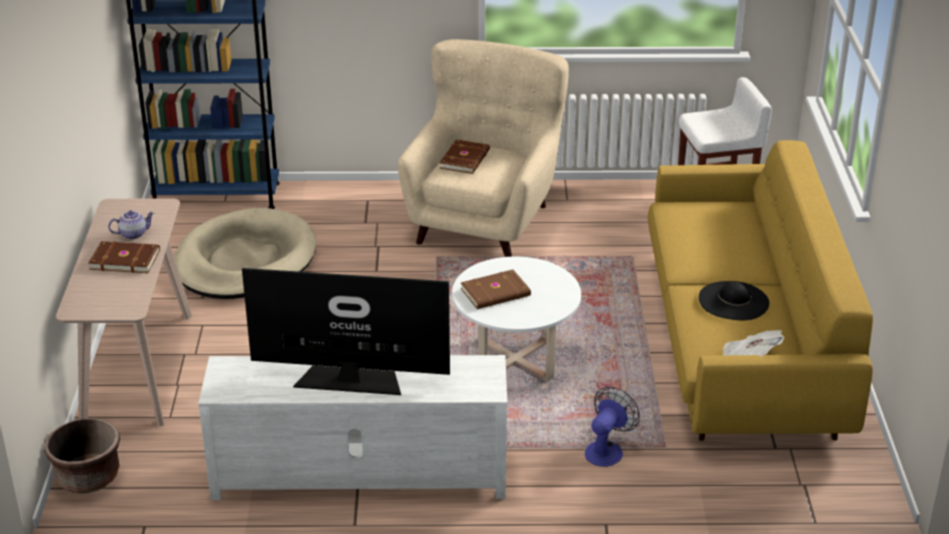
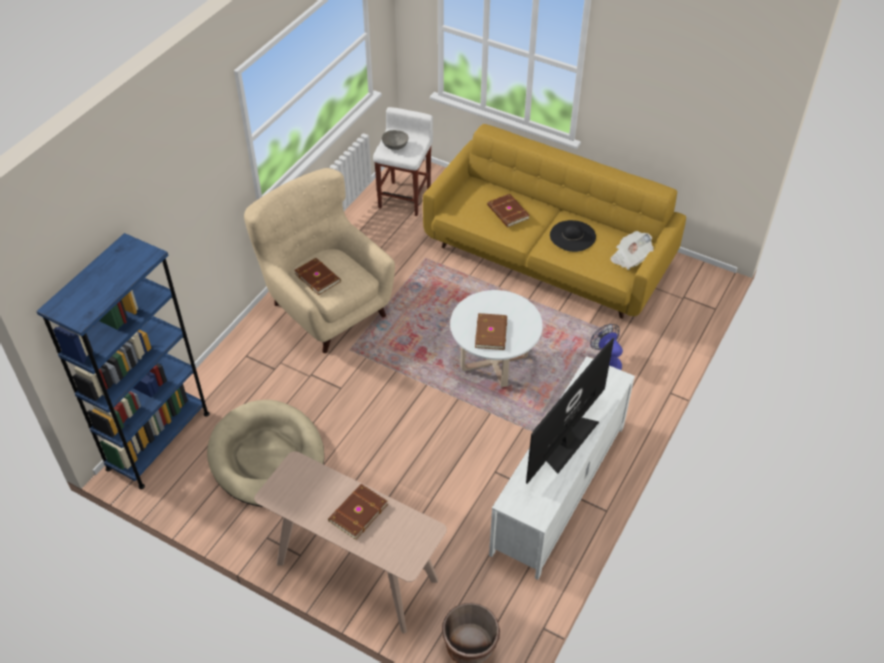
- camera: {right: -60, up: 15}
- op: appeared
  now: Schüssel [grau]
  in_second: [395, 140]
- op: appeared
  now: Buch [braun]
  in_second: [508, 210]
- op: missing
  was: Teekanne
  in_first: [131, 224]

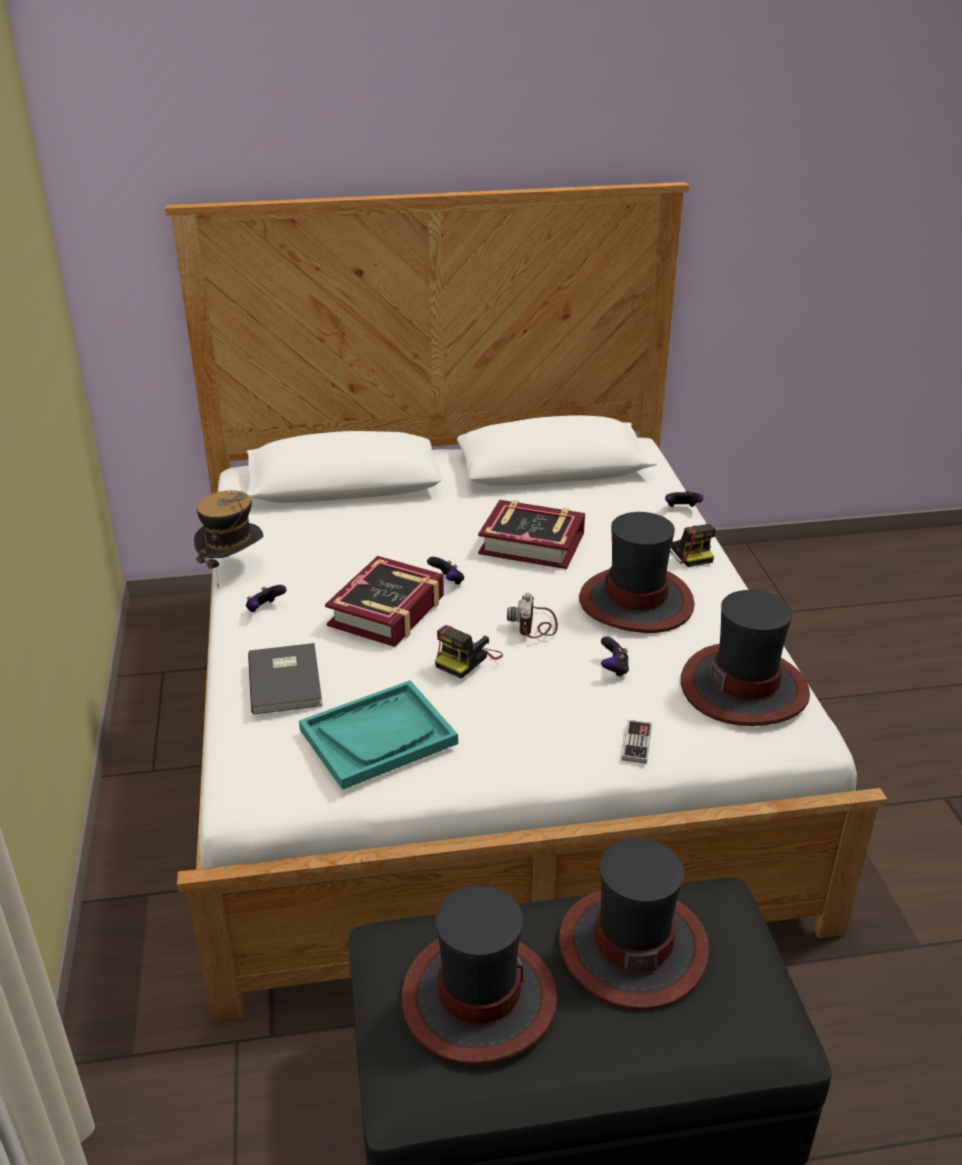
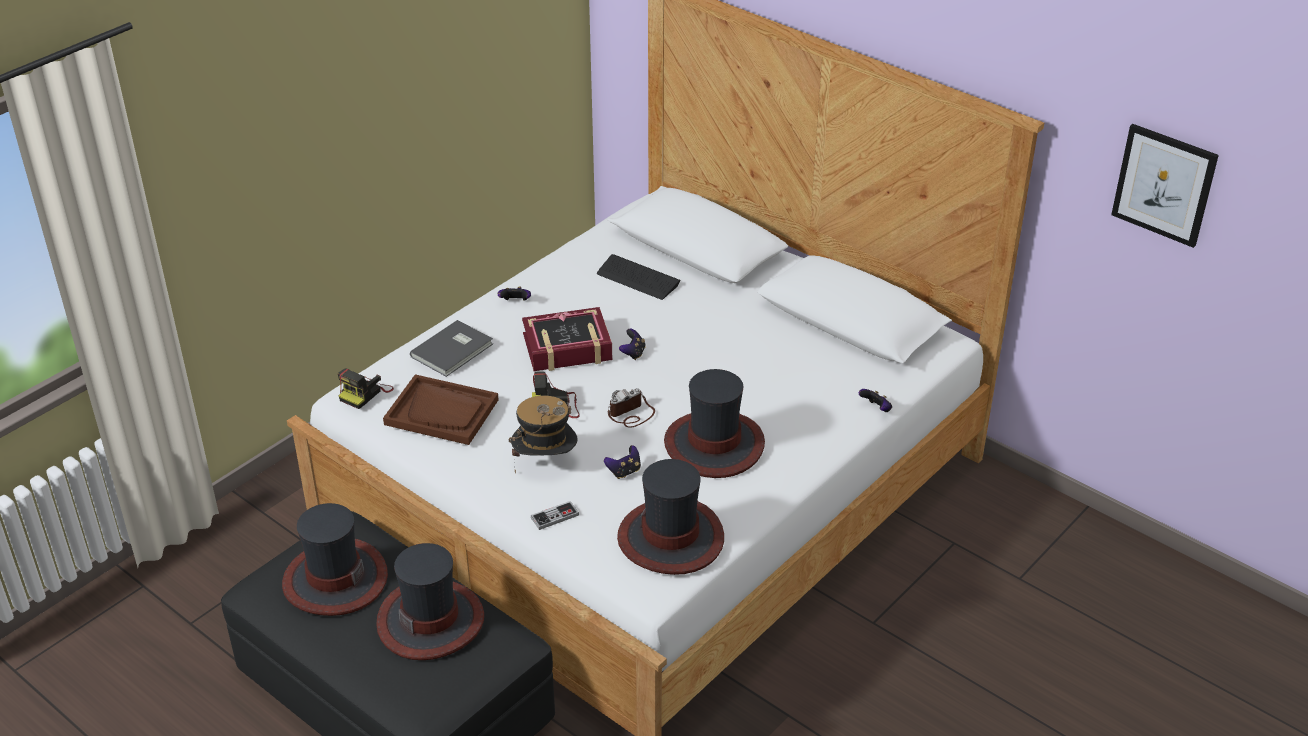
- camera: {right: 50, up: 5}
- op: relocated
  was: Kamera
  in_first: [693, 545]
  in_second: [366, 388]
- op: colour
  was: Tablett [türkis]
  now: Tablett [braun]
  in_first: [378, 735]
  in_second: [441, 409]
- op: relocated
  was: Hut
  in_first: [229, 539]
  in_second: [543, 434]
- op: appeared
  now: Tastatur
  in_second: [638, 277]
- op: appeared
  now: Bild
  in_second: [1165, 186]
- op: missing
  was: Buch
  in_first: [531, 534]

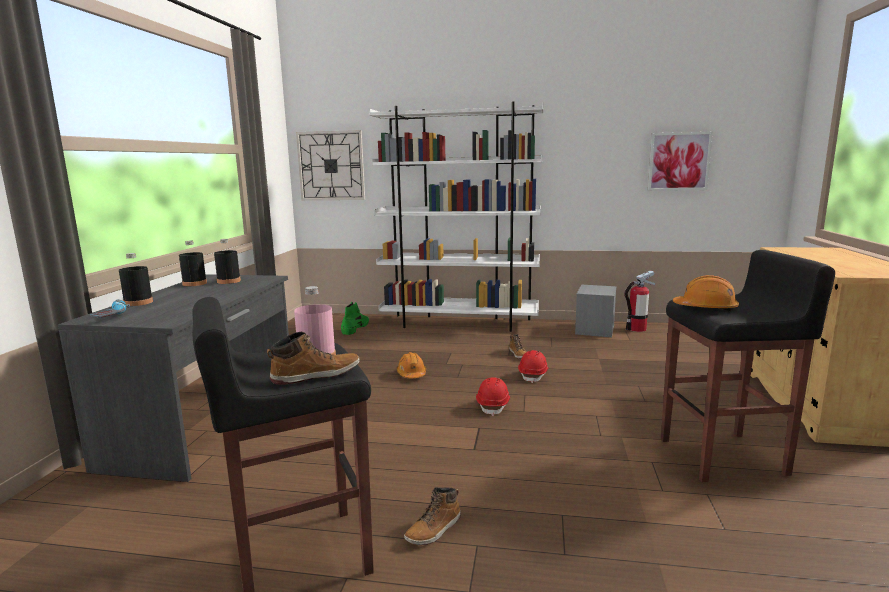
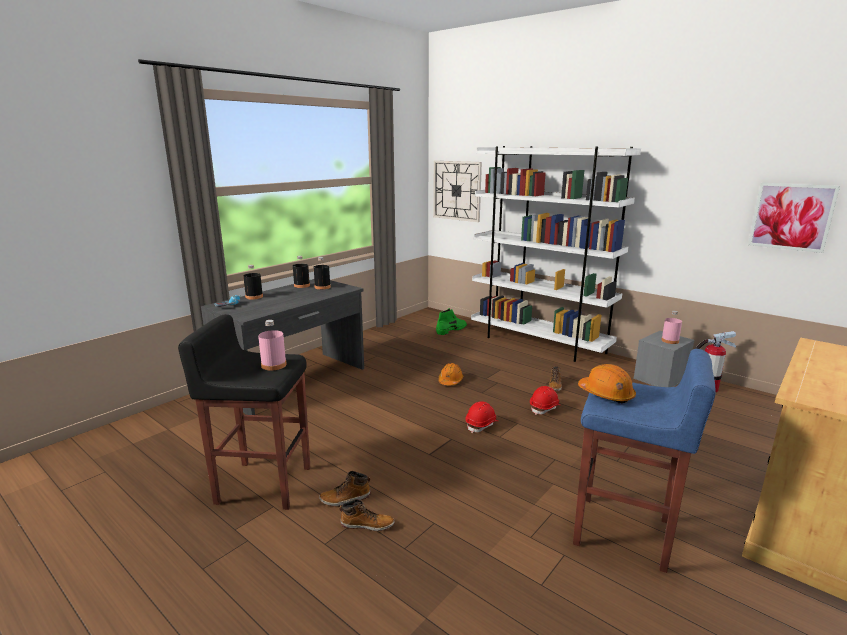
- camera: {right: 30, up: 5}
- op: relocated
  was: Stiefel
  in_first: [313, 358]
  in_second: [367, 515]
- op: colour
  was: Hocker [schwarz]
  now: Hocker [blau]
  in_first: [748, 366]
  in_second: [644, 461]
- op: appeared
  now: Flasche [rosa]
  in_second: [671, 327]

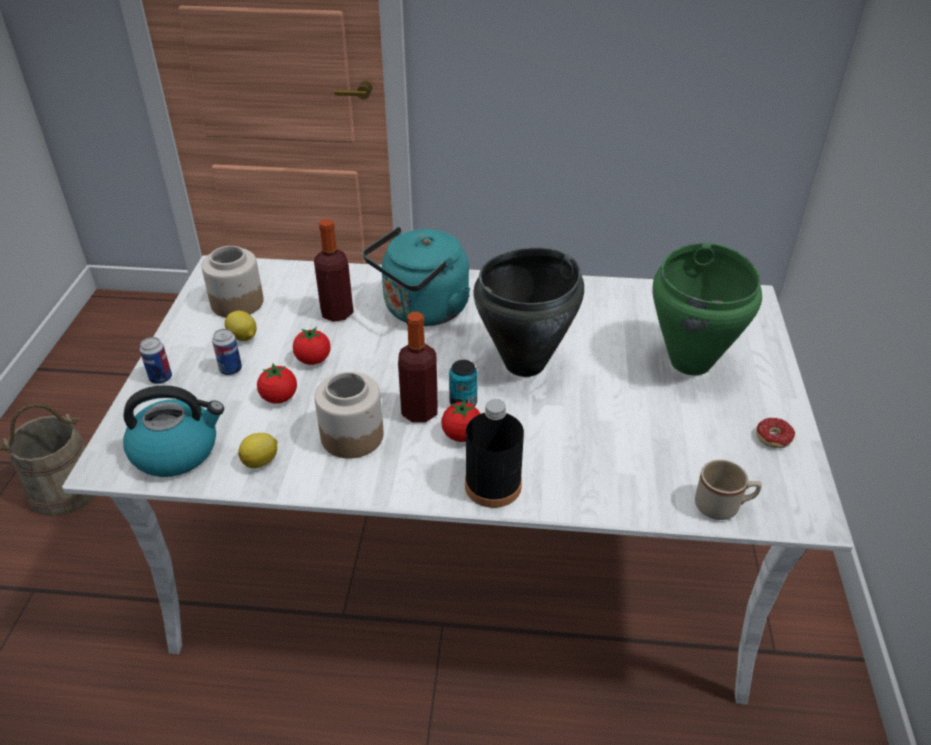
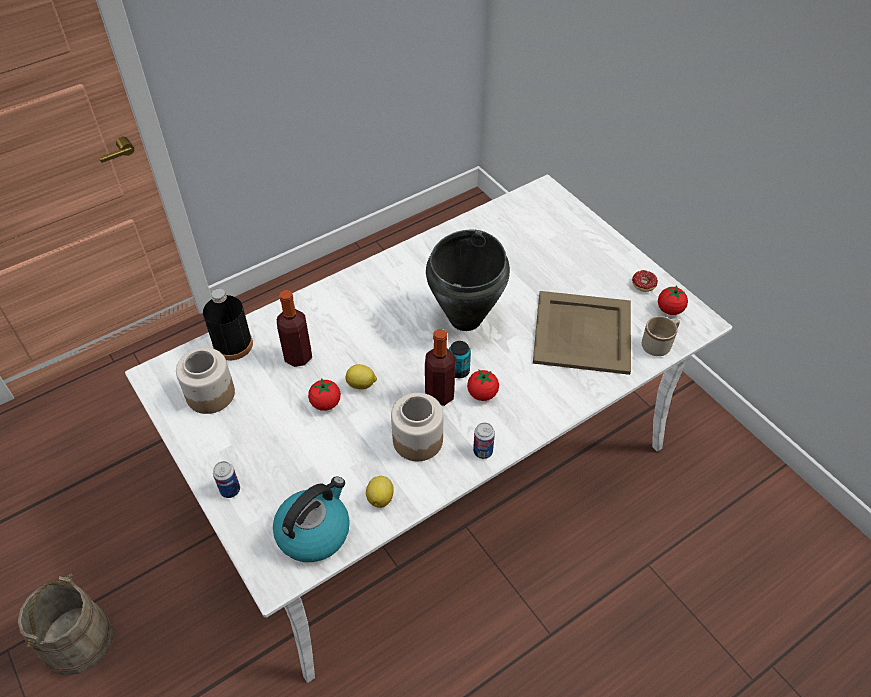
- camera: {right: -40, up: 10}
- op: relocated
  was: Flasche [schwarz]
  in_first: [494, 453]
  in_second: [228, 324]
- op: relocated
  was: Zitrone
  in_first: [241, 326]
  in_second: [361, 376]
- op: relocated
  was: Dose
  in_first: [227, 352]
  in_second: [484, 440]
- op: appeared
  now: Tablett [beige]
  in_second: [582, 333]
- op: relocated
  was: Tomate
  in_first: [277, 383]
  in_second: [673, 300]
- op: missing
  was: Wasserkessel [türkis]
  in_first: [416, 276]
- op: missing
  was: Kochtopf [grün]
  in_first: [707, 309]

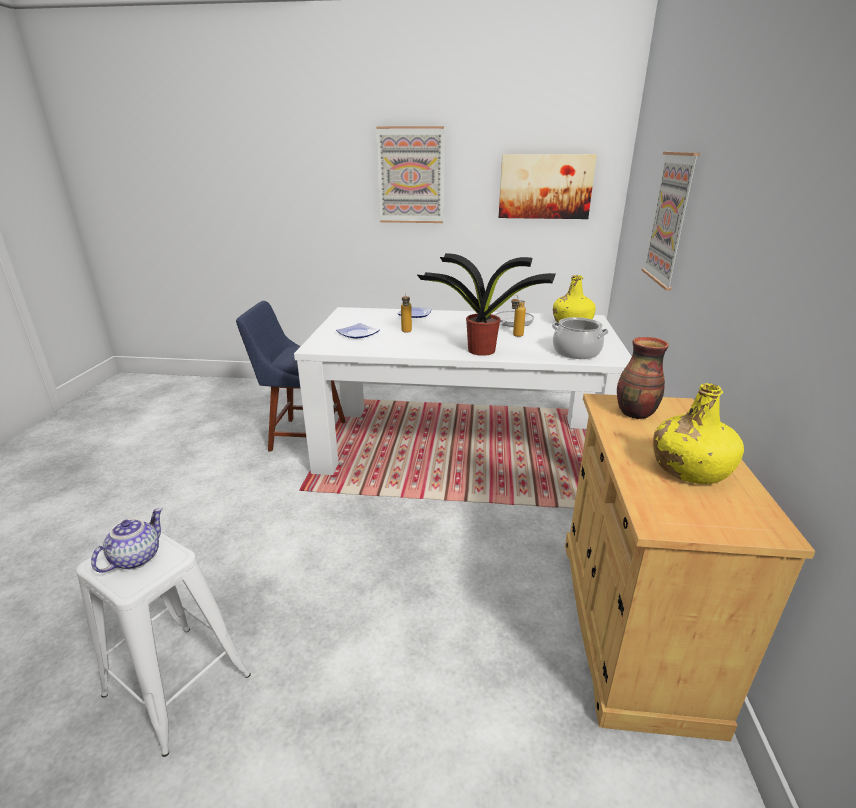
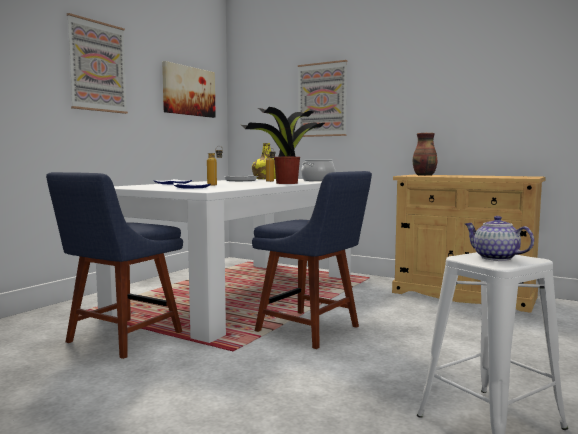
- camera: {right: -65, up: -20}
- op: appeared
  now: Stuhl [blau]
  in_second: [312, 260]
- op: missing
  was: Flasche [gelb]
  in_first: [698, 433]

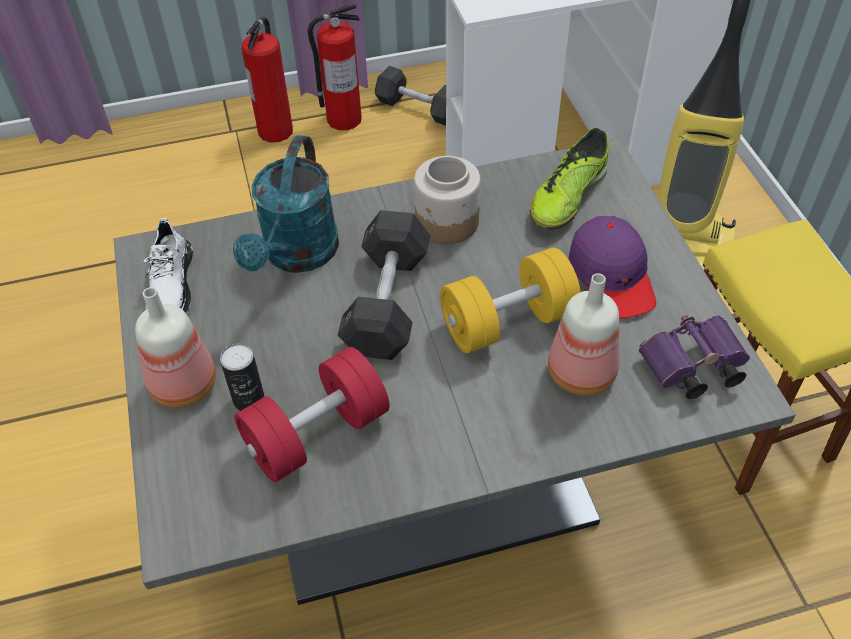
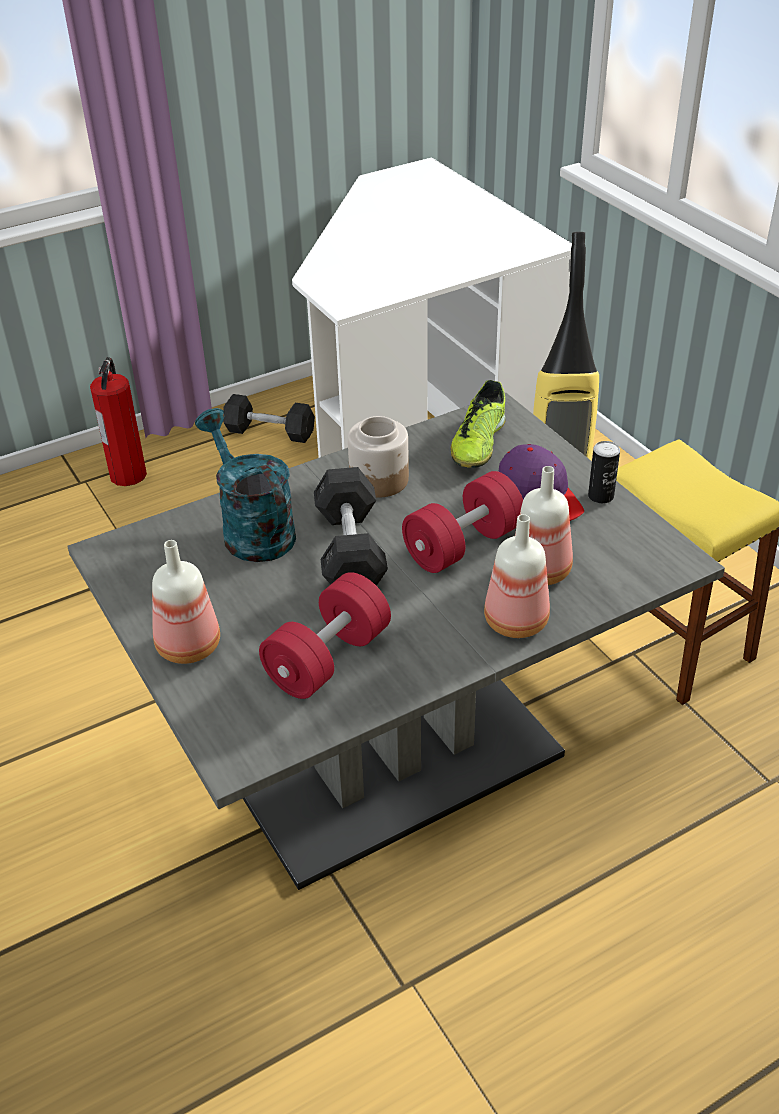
- camera: {right: -15, up: -10}
- op: spun
  was: Gießkanne [türkis]
  in_first: [286, 204]
  in_second: [245, 485]
  clockwise: 150
- op: colour
  was: Hantel [gelb]
  now: Hantel [rot]
  in_first: [510, 300]
  in_second: [462, 522]
- op: appeared
  now: Flasche
  in_second: [517, 576]
- op: relocated
  was: Dose
  in_first: [242, 377]
  in_second: [604, 472]
- op: missing
  was: Schuh [weiß]
  in_first: [168, 266]
- op: missing
  was: Feuerlöscher
  in_first: [334, 67]
- op: missing
  was: Fernglas [lila]
  in_first: [694, 357]

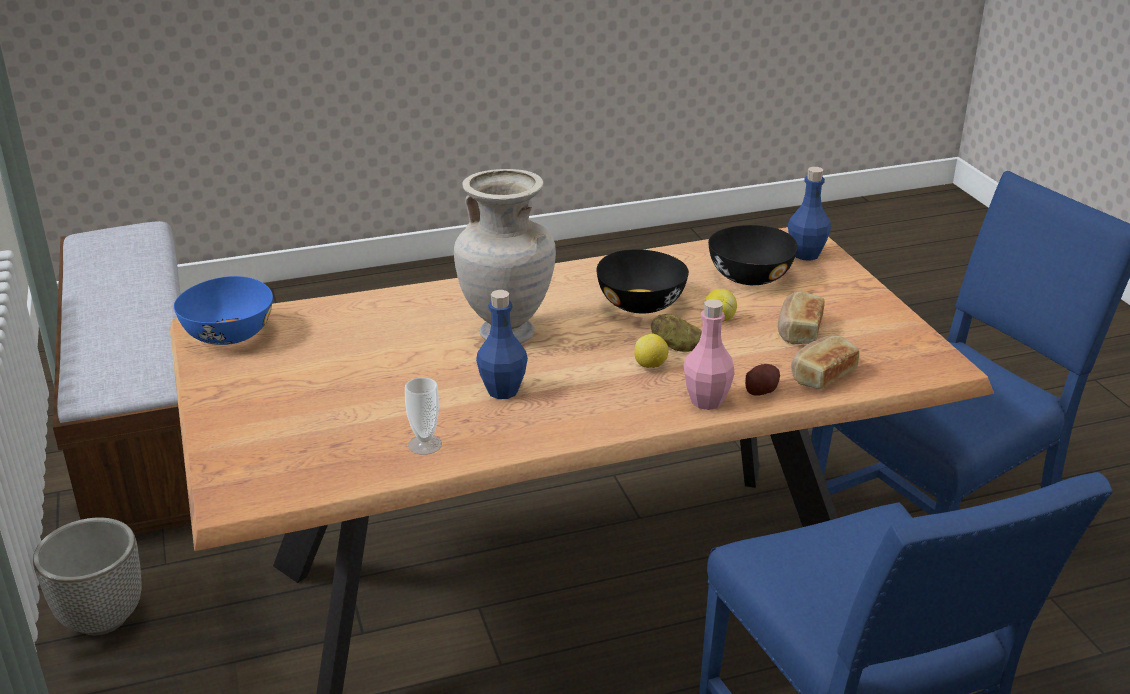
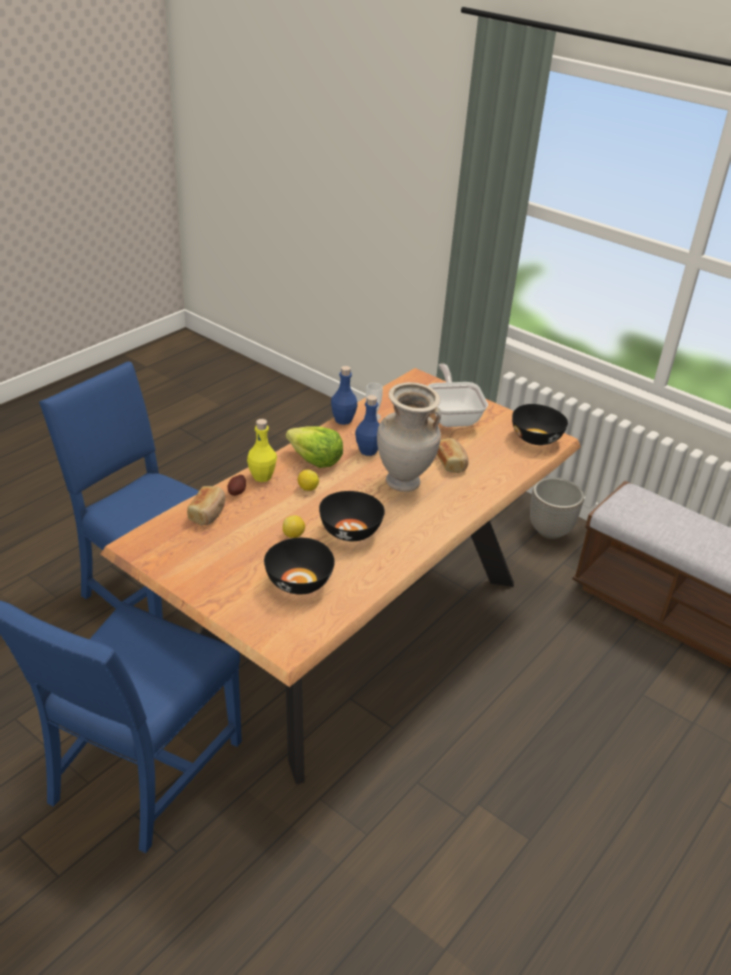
- camera: {right: 145, up: 5}
- op: colour
  was: Flasche [rosa]
  now: Flasche [gelb]
  in_first: [709, 354]
  in_second: [262, 450]
- op: appeared
  now: Salatkopf
  in_second: [314, 447]
- op: relocated
  was: Flasche [blau]
  in_first: [809, 214]
  in_second: [344, 395]
- op: appeared
  now: Pfanne
  in_second: [458, 395]
- op: relocated
  was: Brot
  in_first: [801, 318]
  in_second: [452, 455]
- op: colour
  was: Schüssel [blau]
  now: Schüssel [schwarz]
  in_first: [223, 310]
  in_second: [540, 424]
- op: missing
  was: Kartoffel
  in_first: [676, 333]

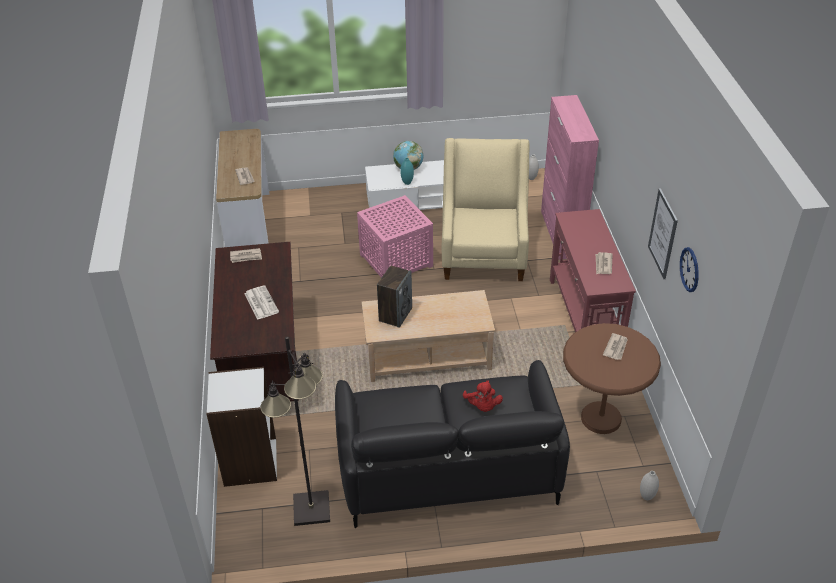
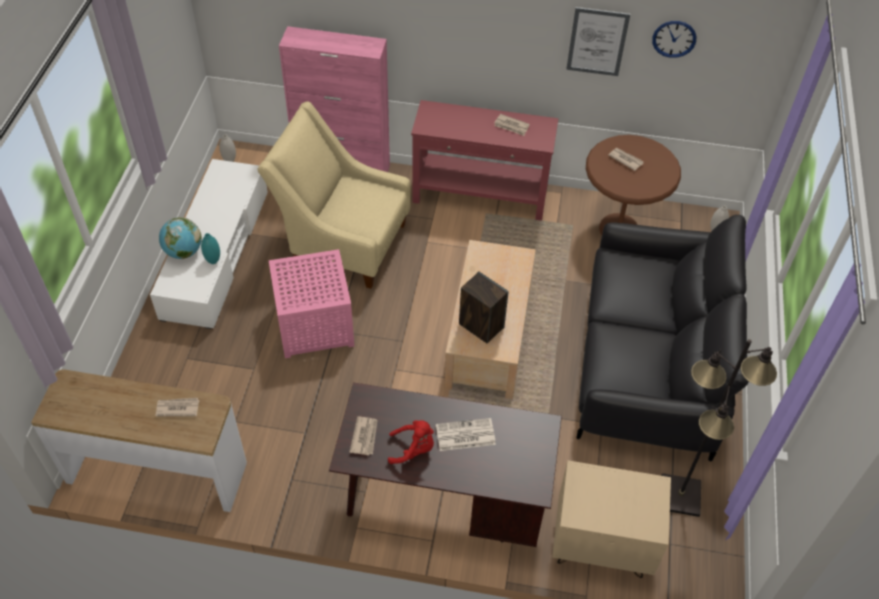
- camera: {right: -75, up: 10}
- op: relocated
  was: Plüschtier [rot]
  in_first: [483, 396]
  in_second: [411, 442]
- op: exchanged
  was: Bücherregal [weiß]
  now: Nachttisch [beige]
  in_first: [241, 427]
  in_second: [611, 519]

